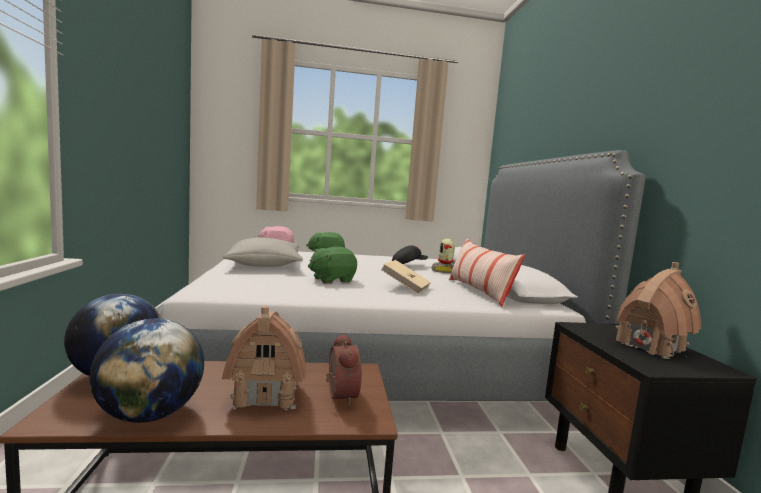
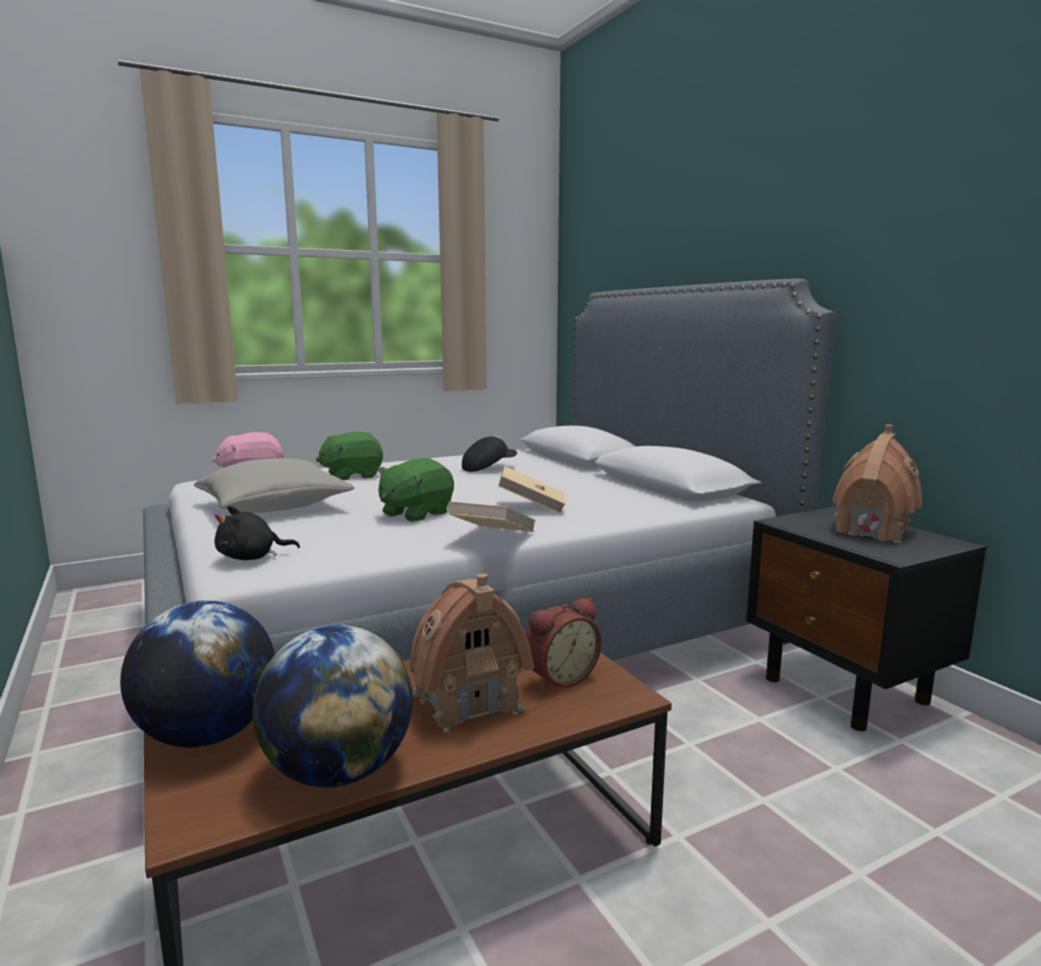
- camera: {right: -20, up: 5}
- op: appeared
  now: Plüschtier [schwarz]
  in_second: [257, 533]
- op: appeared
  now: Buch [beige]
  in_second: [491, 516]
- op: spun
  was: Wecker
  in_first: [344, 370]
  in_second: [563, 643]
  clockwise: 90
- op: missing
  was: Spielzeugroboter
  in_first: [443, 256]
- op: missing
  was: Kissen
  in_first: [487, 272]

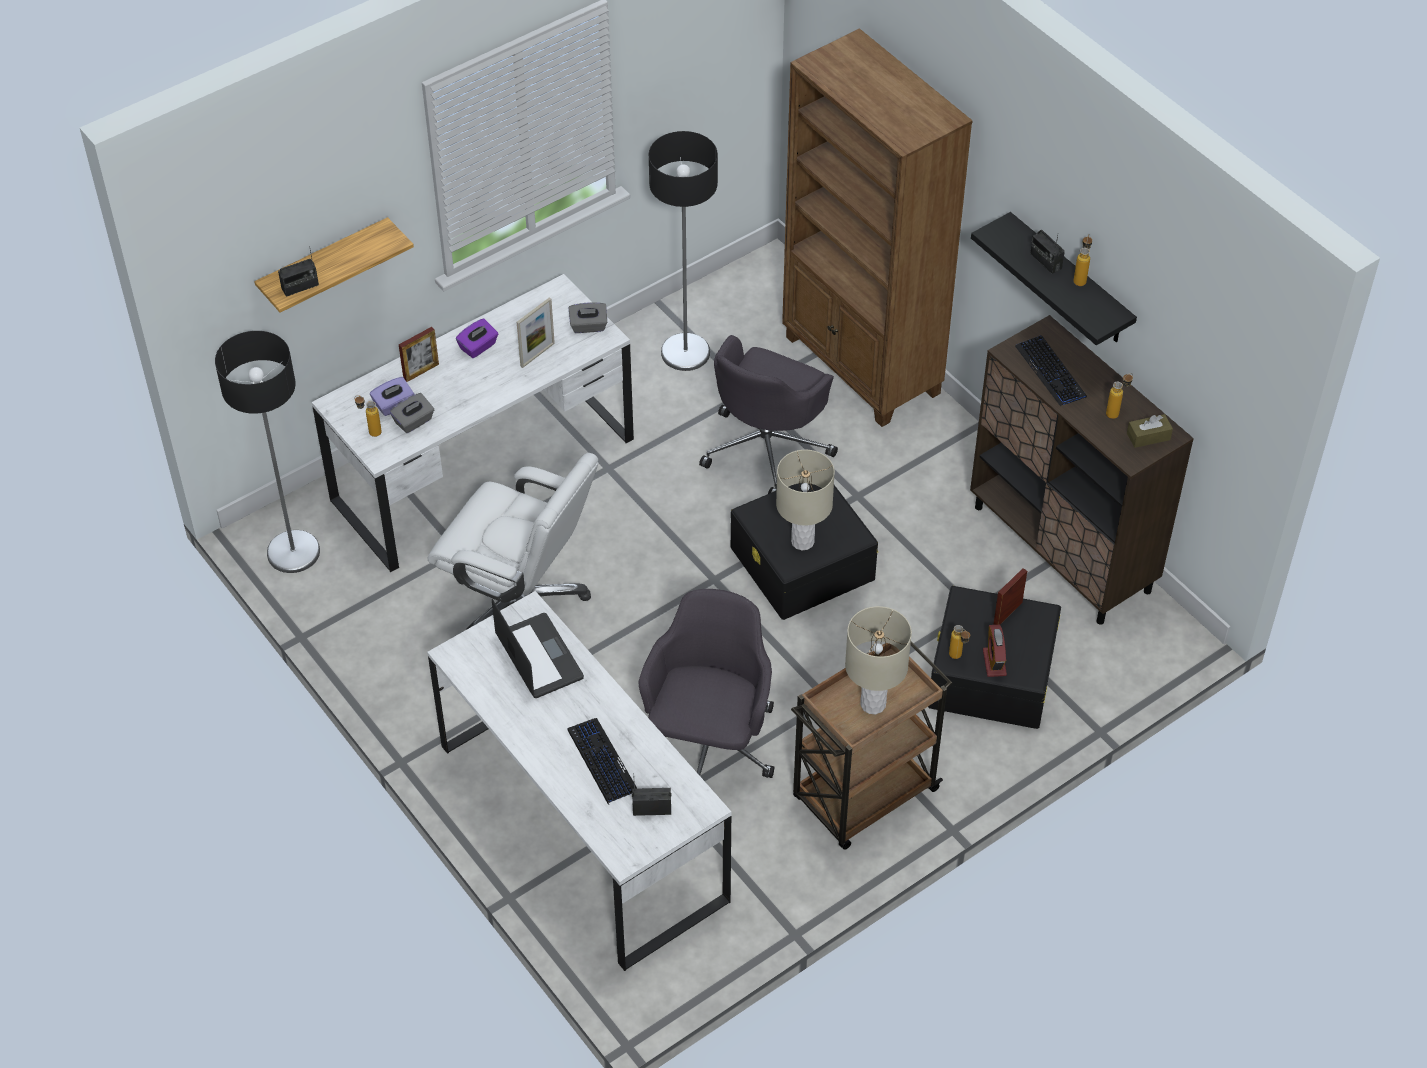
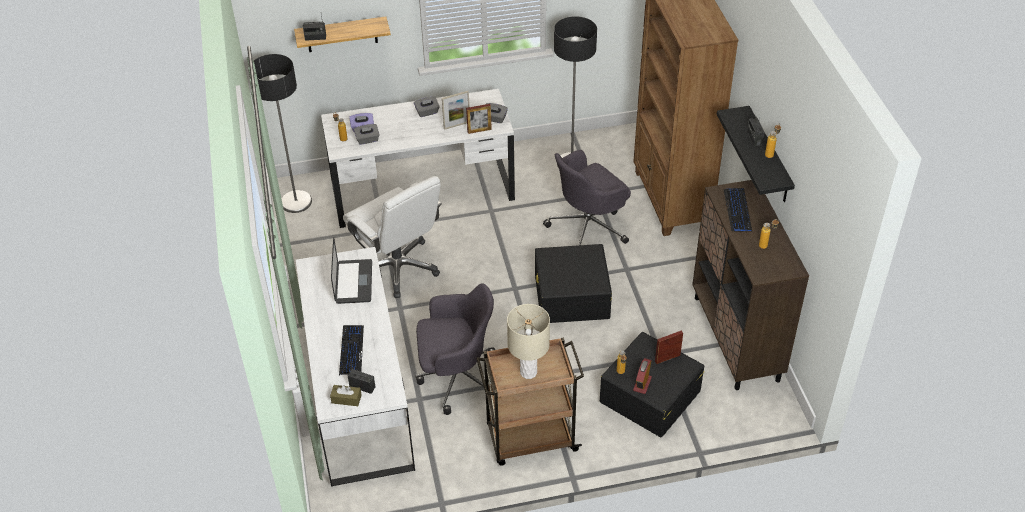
- camera: {right: 25, up: -5}
- op: relocated
  was: Taschentuchbox [braun]
  in_first: [1150, 431]
  in_second: [345, 395]
- op: colour
  was: Taschentuchbox [lila]
  now: Taschentuchbox [grau]
  in_first: [477, 338]
  in_second: [427, 106]
- op: spun
  was: Bürostuhl [grau]
  in_first: [706, 683]
  in_second: [455, 349]
  clockwise: 45
- op: relocated
  was: Bilderrahmen
  in_first: [419, 354]
  in_second: [479, 119]
- op: missing
  was: Tischlampe [beige]
  in_first: [805, 500]

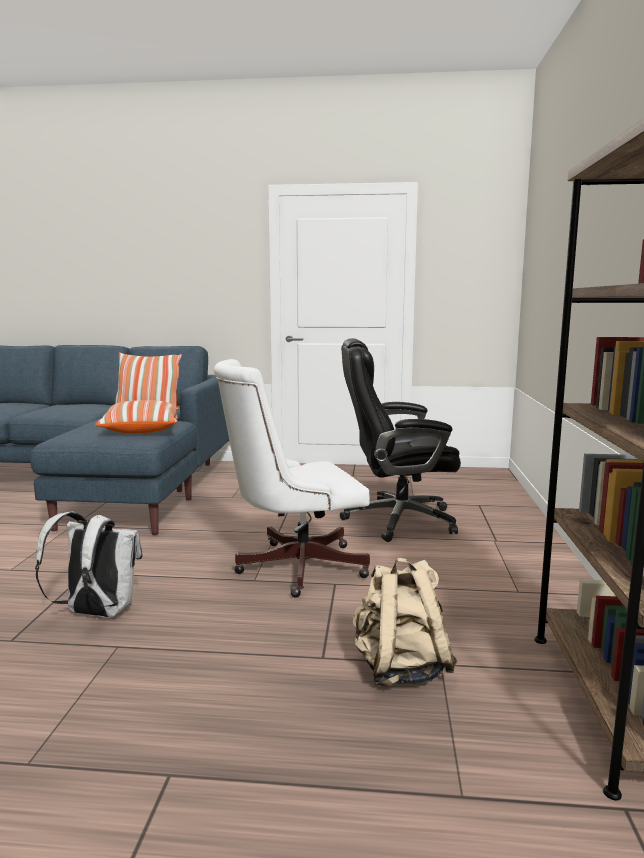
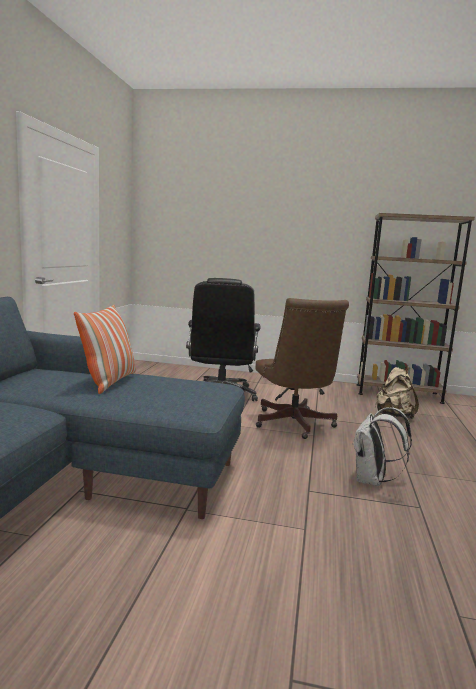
- camera: {right: -85, up: 0}
- op: colour
  was: Bürostuhl [weiß]
  now: Bürostuhl [braun]
  in_first: [292, 478]
  in_second: [302, 368]
- op: missing
  was: Kissen
  in_first: [137, 417]

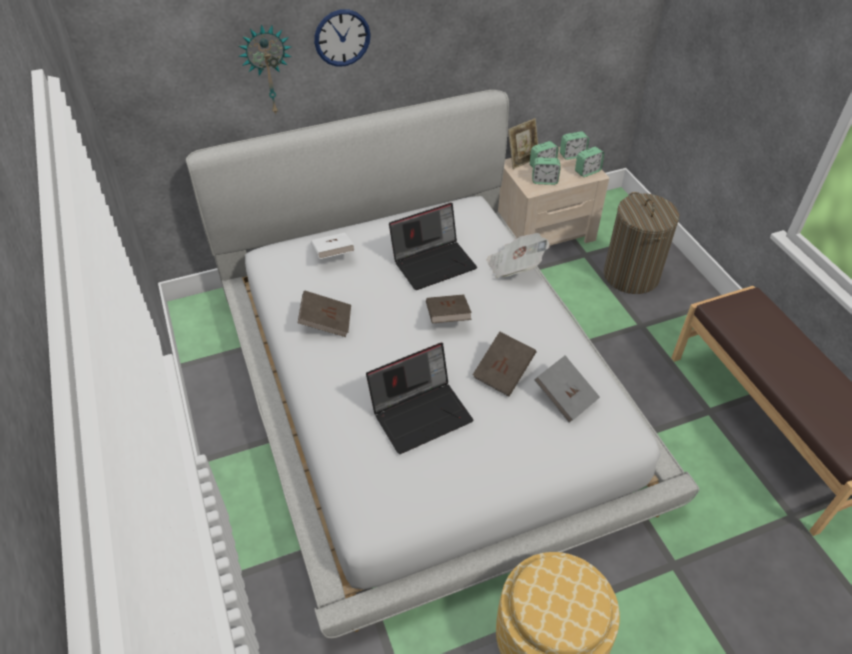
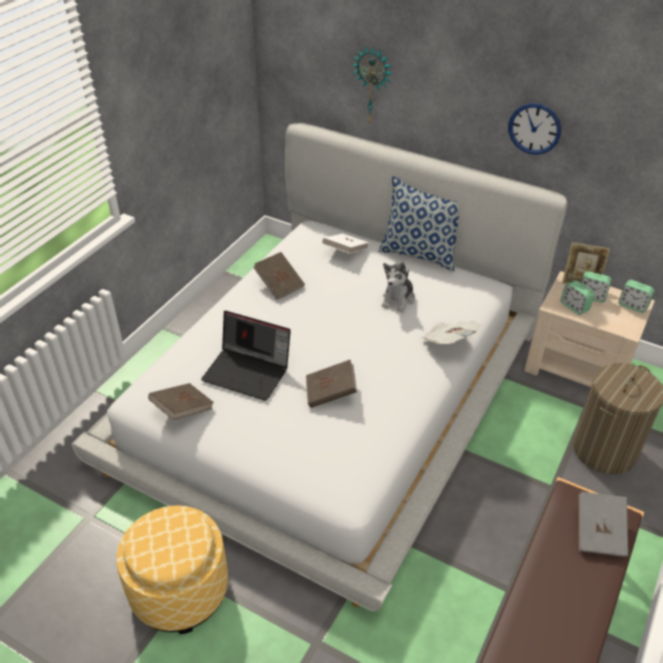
- camera: {right: 50, up: -5}
- op: relocated
  was: Buch [braun]
  in_first: [449, 308]
  in_second: [181, 401]
- op: appeared
  now: Kissen
  in_second: [419, 224]
- op: exchanged
  was: Laptop
  now: Plüschtier
  in_first: [433, 246]
  in_second: [398, 287]
- op: relocated
  was: Wanduhr
  in_first: [342, 38]
  in_second: [534, 129]
- op: relocated
  was: Buch [grau]
  in_first: [567, 389]
  in_second: [603, 524]
- op: missing
  was: Wecker
  in_first: [590, 162]

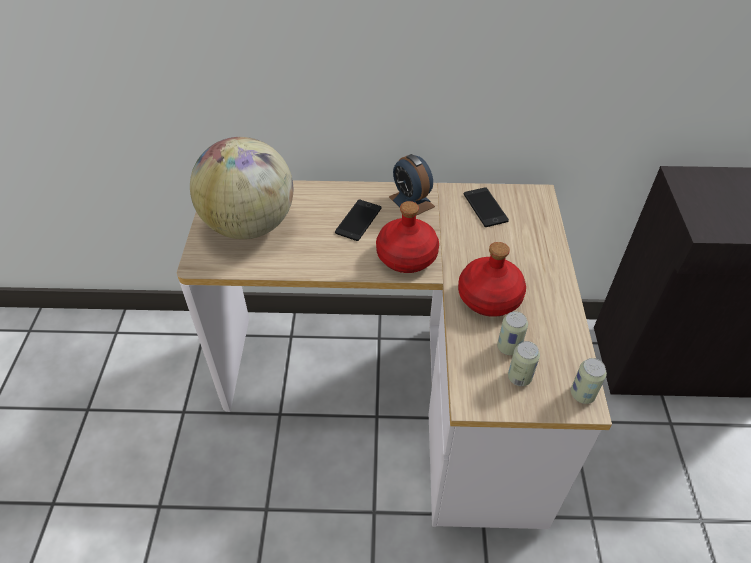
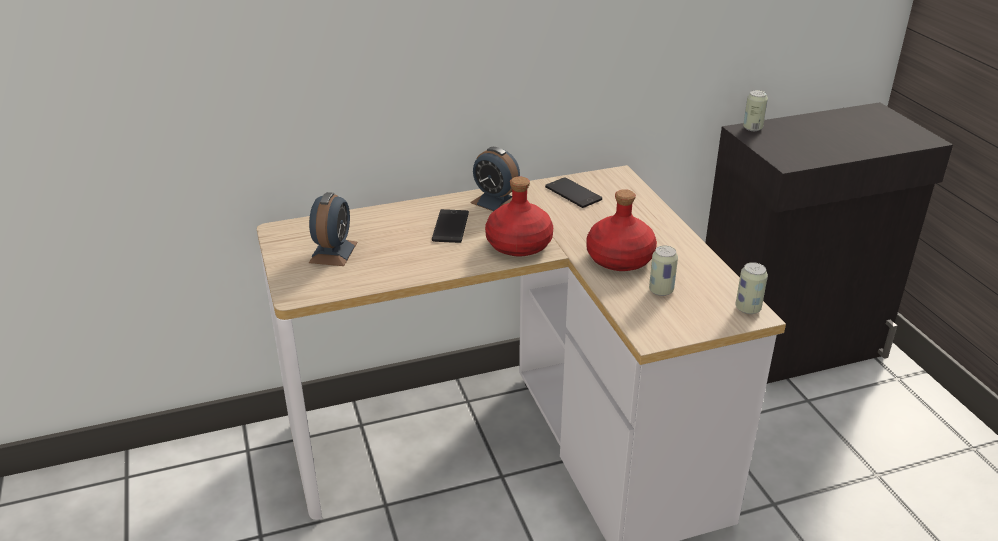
- camera: {right: -20, up: -15}
- op: exchanged
  was: Globus
  now: Wecker
  in_first: [241, 188]
  in_second: [333, 229]
- op: relocated
  was: Dose
  in_first: [524, 363]
  in_second: [755, 110]

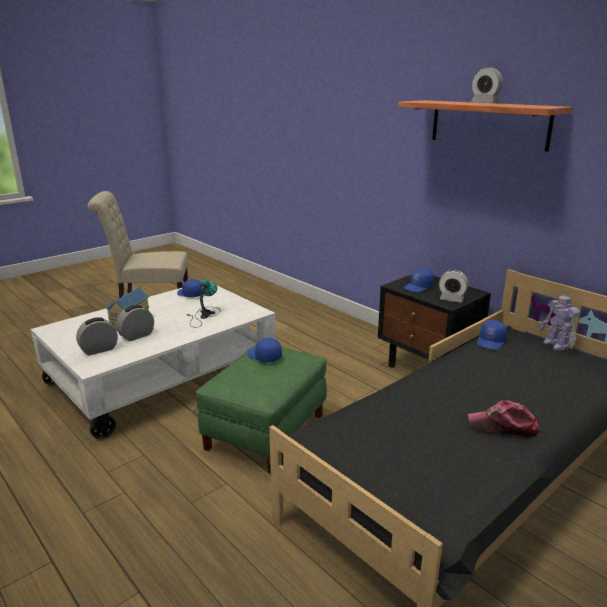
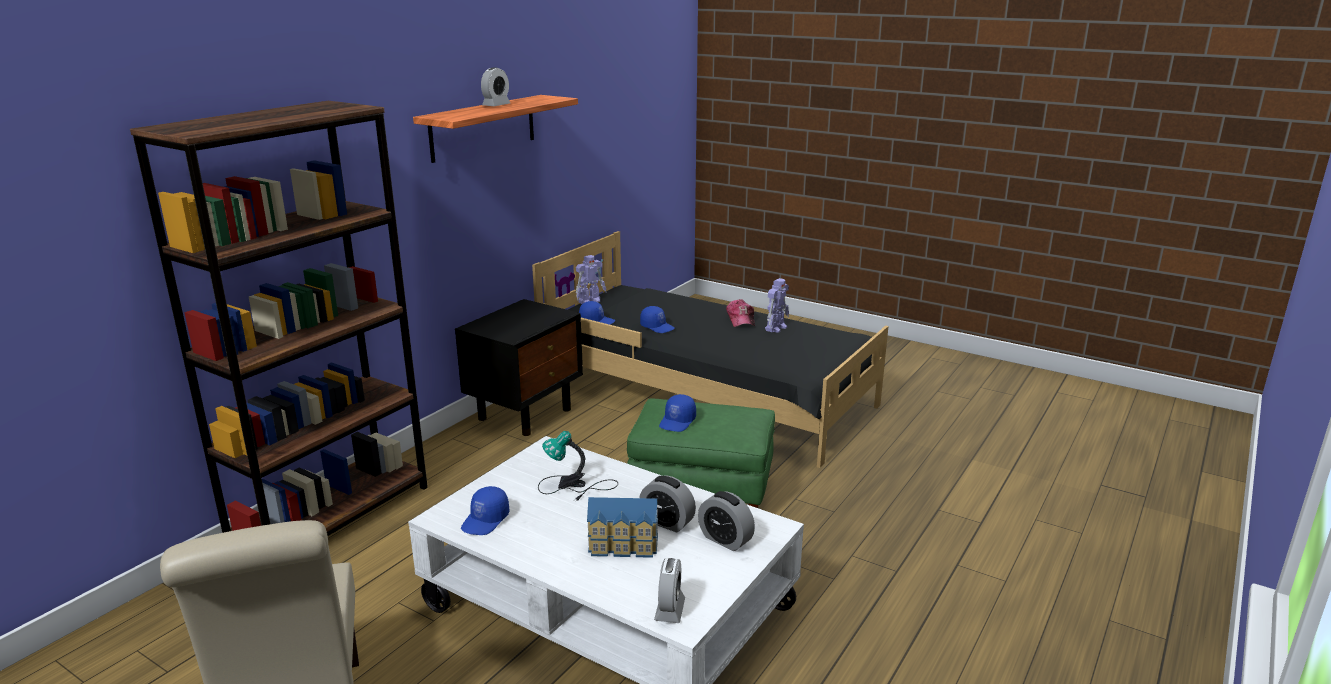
- camera: {right: -105, up: 0}
- op: appeared
  now: Bücherregal [braun]
  in_second: [279, 318]
- op: relocated
  was: Kappe [blau]
  in_first: [418, 280]
  in_second: [657, 319]
- op: relocated
  was: Wecker
  in_first: [453, 286]
  in_second: [669, 590]
- op: appeared
  now: Spielzeugroboter
  in_second: [777, 305]

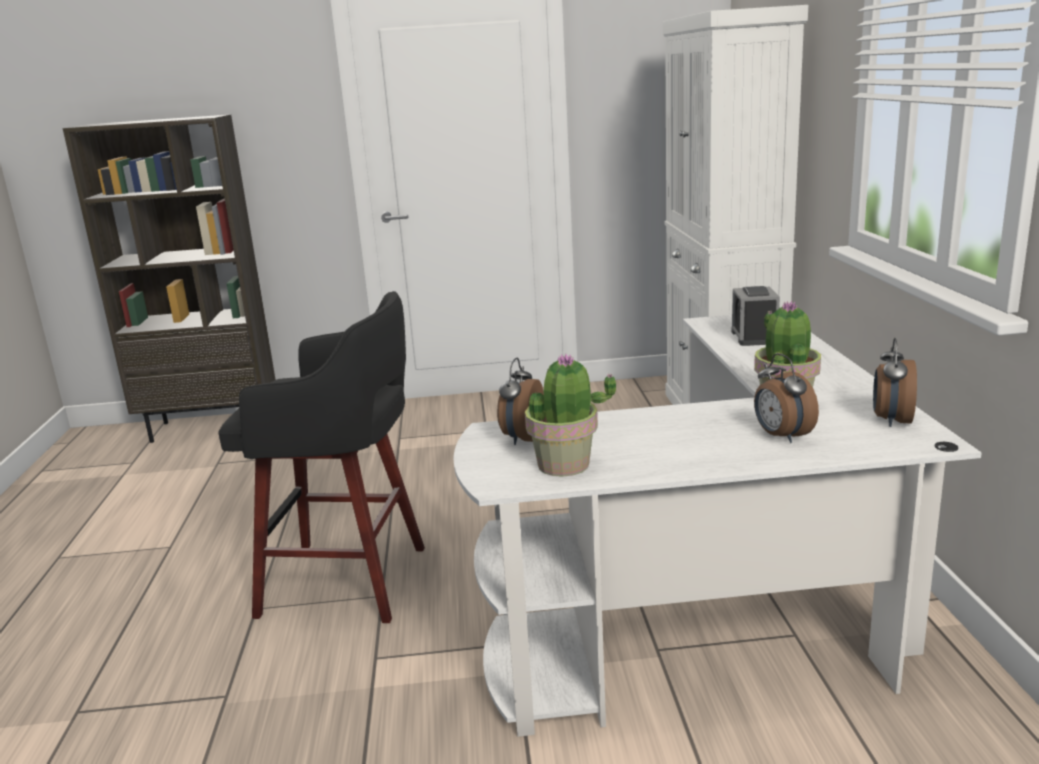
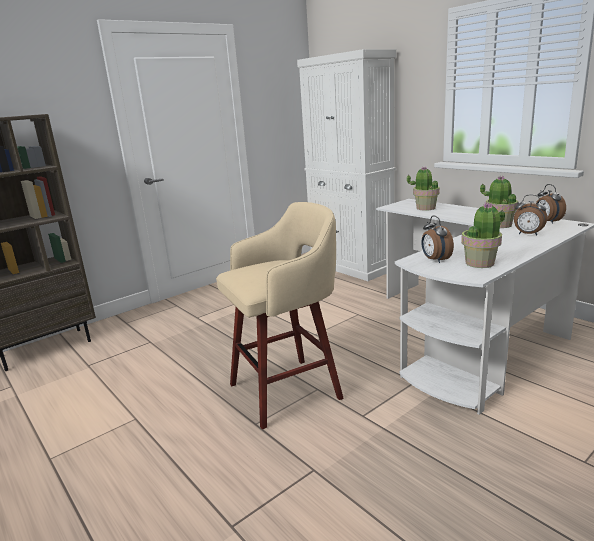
- camera: {right: -35, up: 0}
- op: colour
  was: Hocker [schwarz]
  now: Hocker [beige]
  in_first: [321, 457]
  in_second: [280, 315]
- op: exchanged
  was: Wecker
  now: Topfpflanze
  in_first: [755, 316]
  in_second: [423, 189]

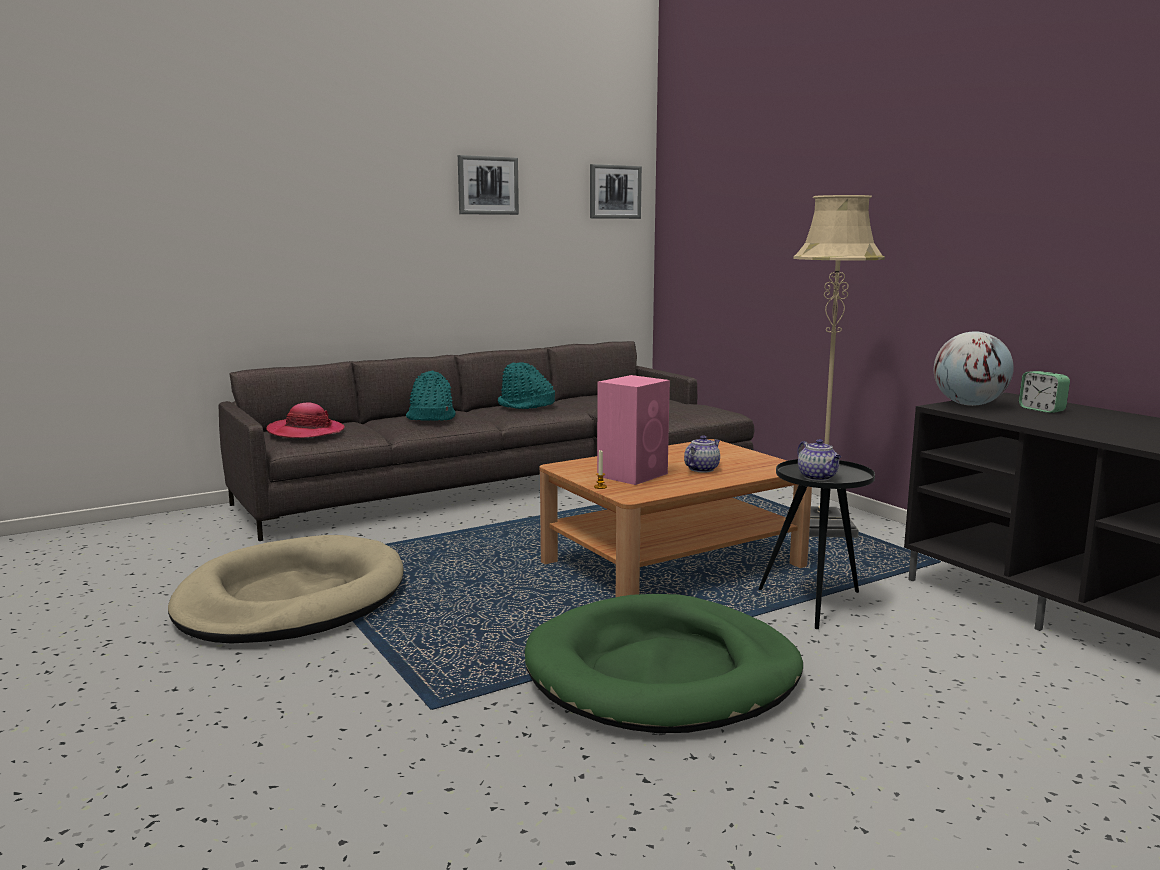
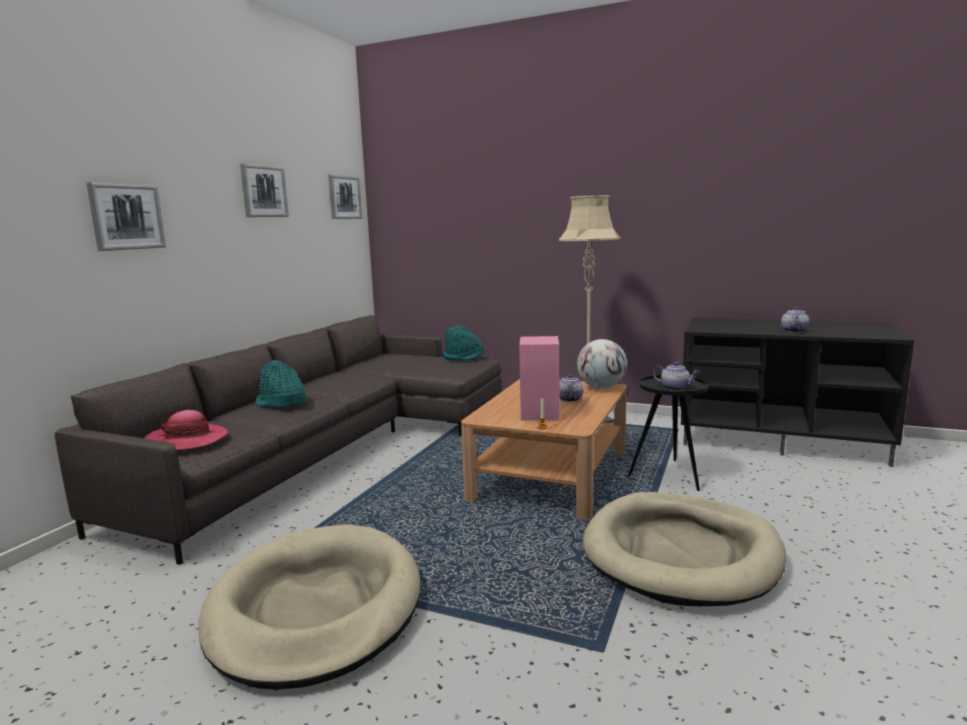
- camera: {right: -35, up: 0}
- op: appeared
  now: Bild
  in_second: [126, 216]
- op: relocated
  was: Hut [türkis]
  in_first: [526, 386]
  in_second: [463, 343]
- op: relocated
  was: Globus
  in_first: [974, 368]
  in_second: [602, 364]
- op: colour
  was: Hundebett [grün]
  now: Hundebett [beige]
  in_first: [664, 663]
  in_second: [684, 549]
- op: appeared
  now: Teekanne
  in_second: [795, 320]
- op: missing
  was: Wecker
  in_first: [1044, 392]

